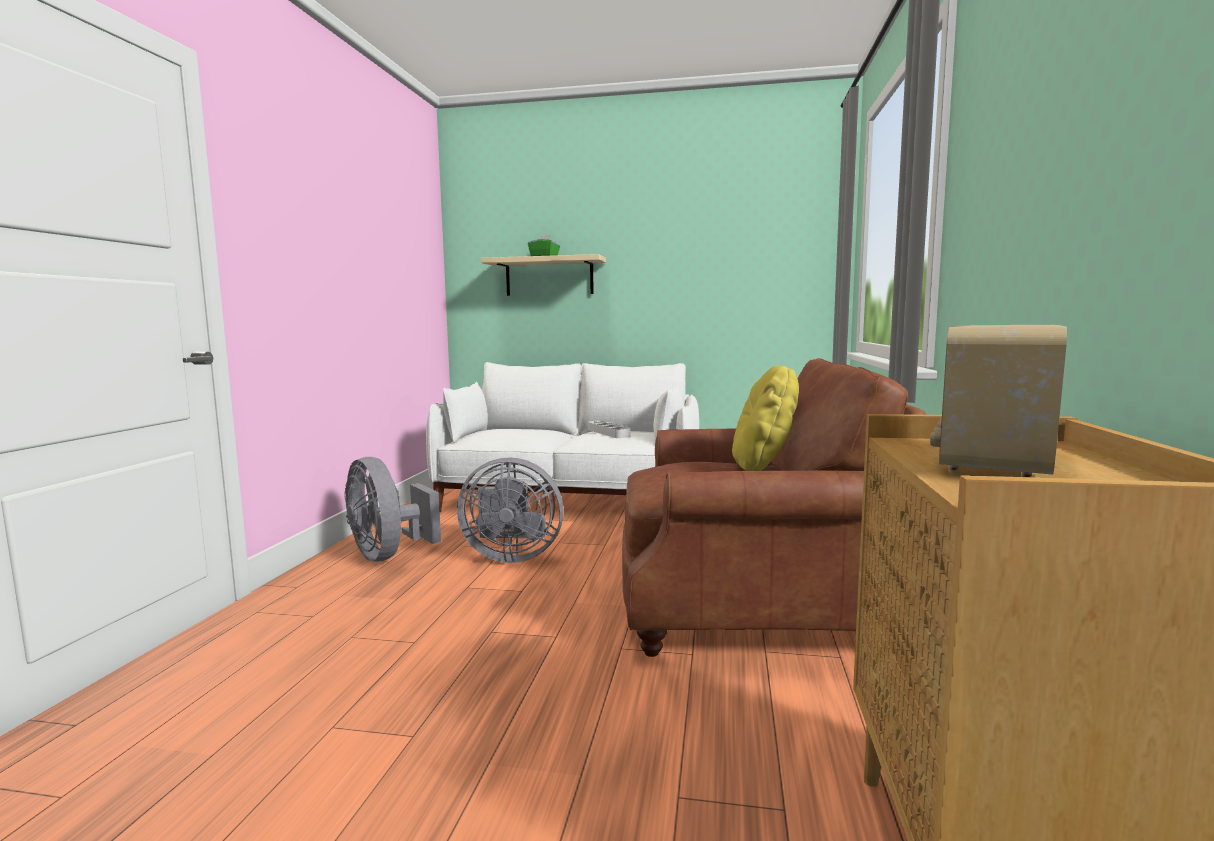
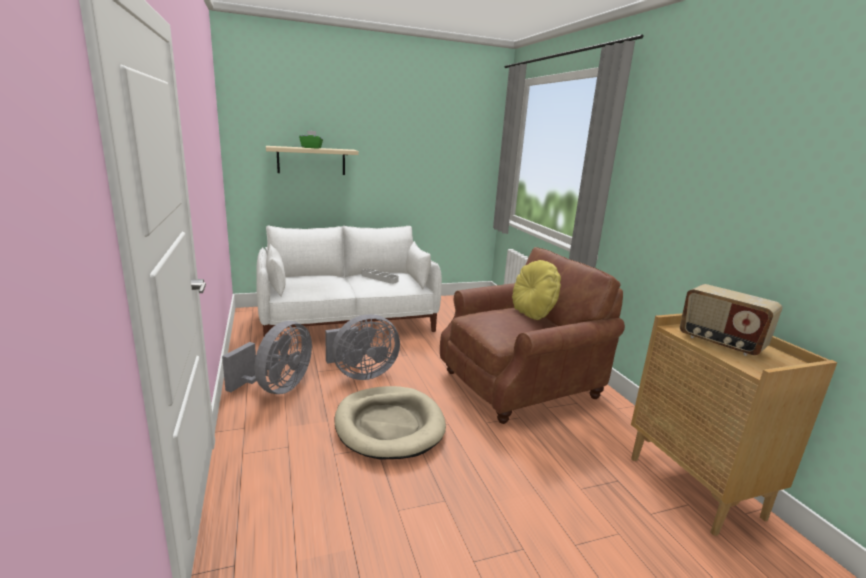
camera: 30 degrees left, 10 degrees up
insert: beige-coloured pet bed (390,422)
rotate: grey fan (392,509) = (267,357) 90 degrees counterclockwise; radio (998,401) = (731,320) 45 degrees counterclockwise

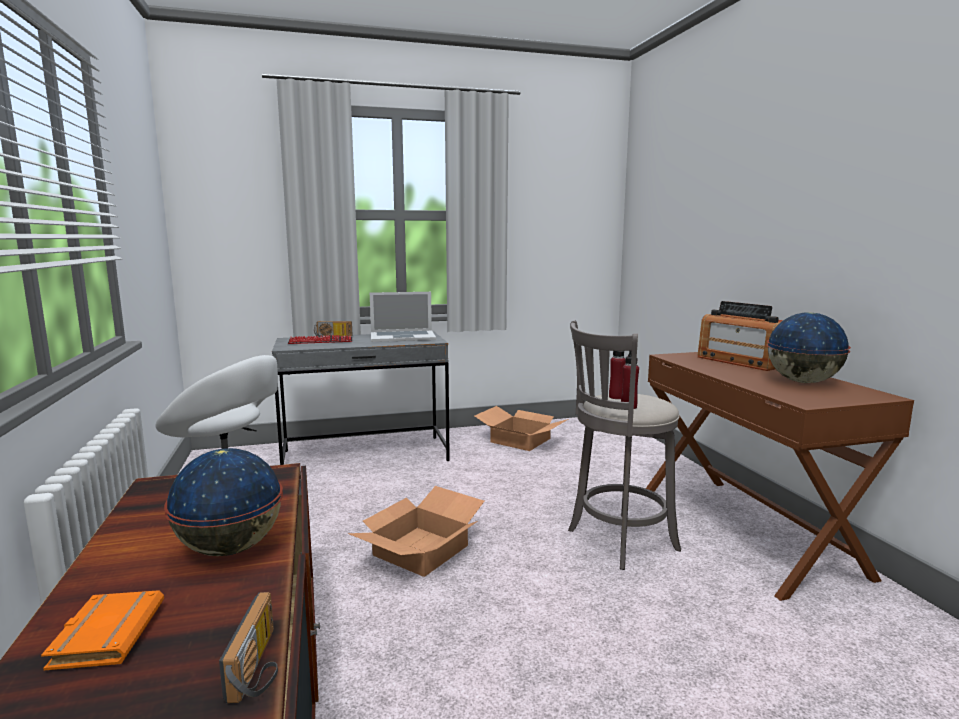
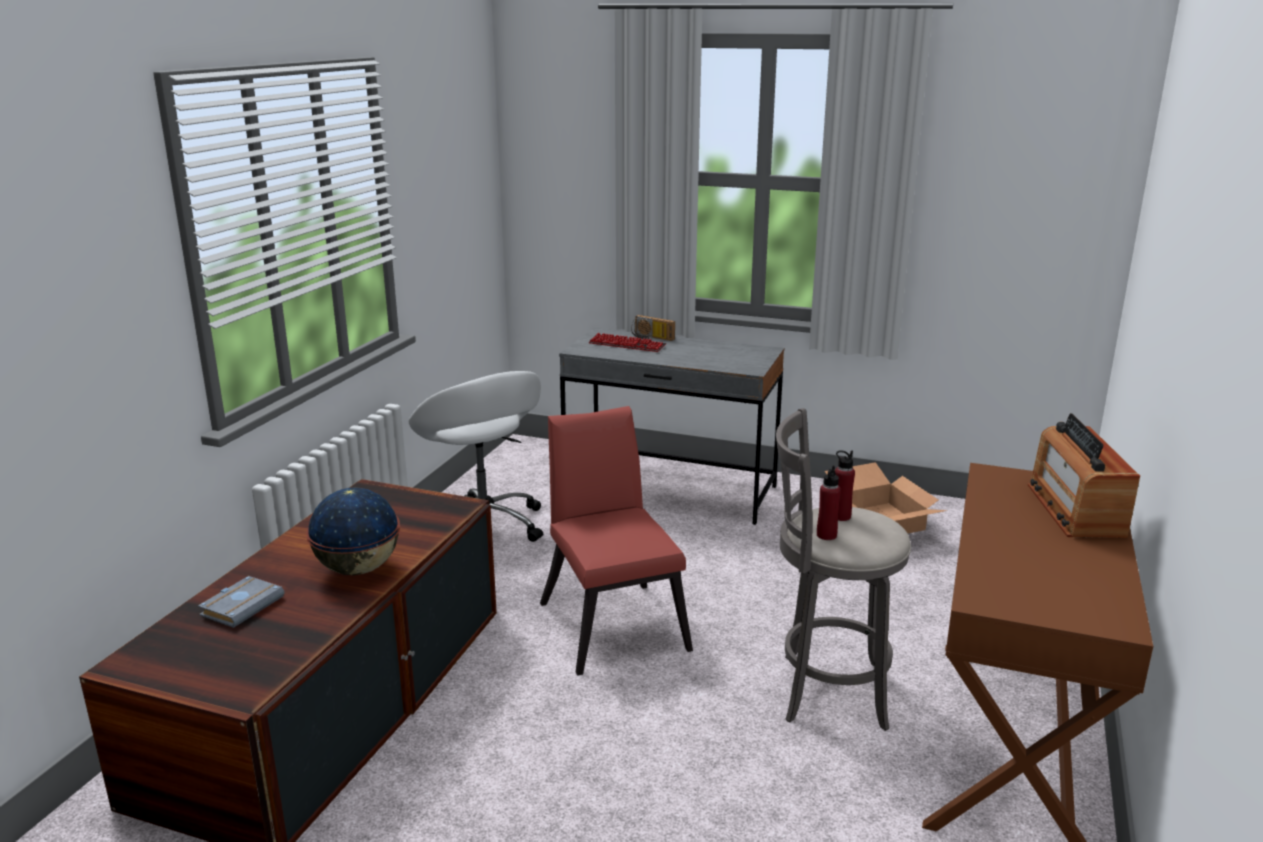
camera: 35 degrees right, 10 degrees up
delete: radio (248,647); portable computer (403,317); globe (809,347)
replace: carton (416,531) to red upright chair (616,541)
recolor: orange-coloured bound book (102,630) to grey bound book (241,602)

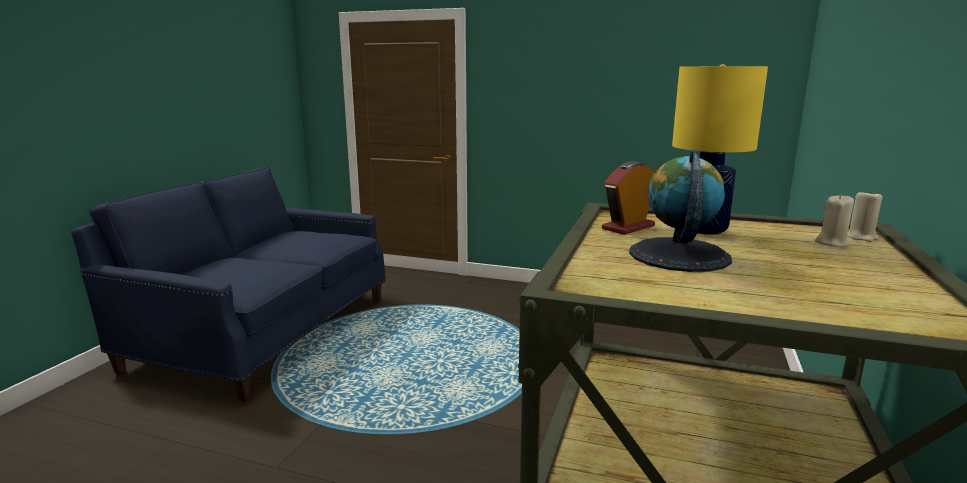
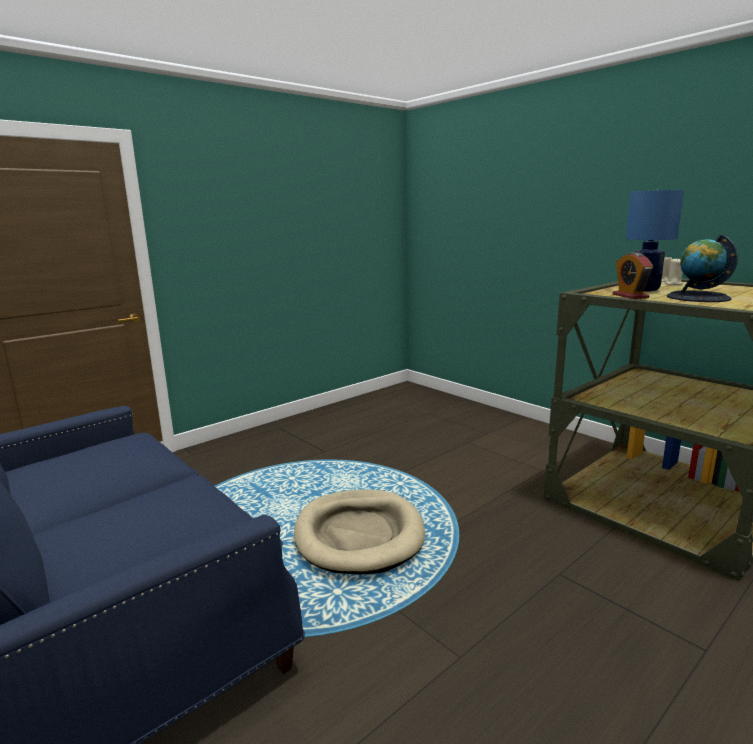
camera: 60 degrees left, 0 degrees up
insert: beige-coloured pet bed (359,531)
recolor: yellow-coloured lamp for a table (720,149) to bluish lamp for a table (655,240)

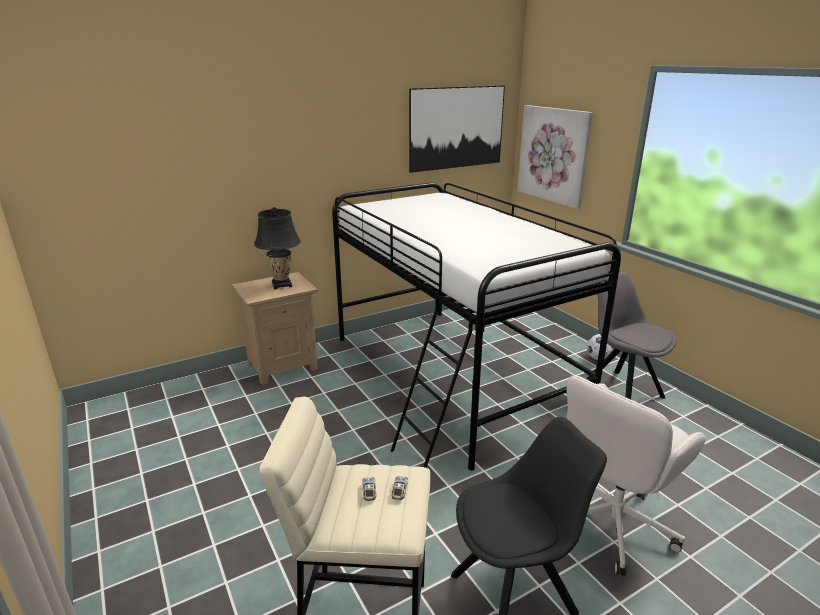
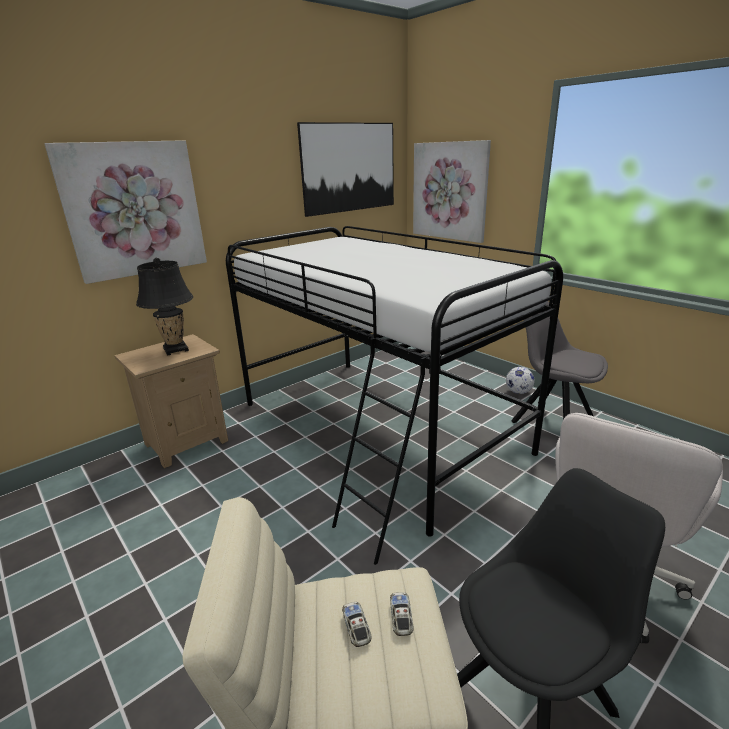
camera: 10 degrees left, 0 degrees up
insert: picture (125,212)

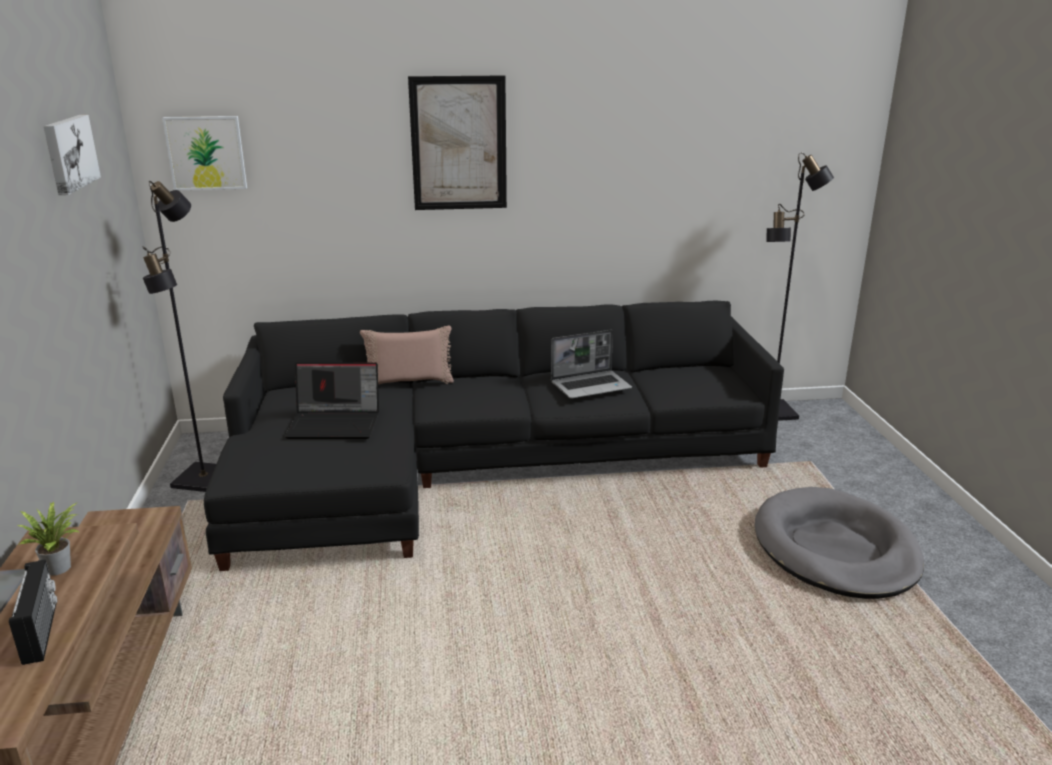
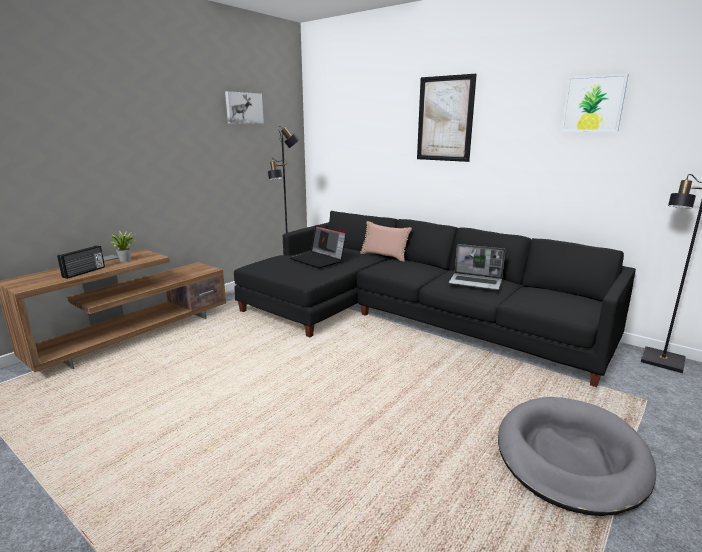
camera: 45 degrees right, 5 degrees down
move: picture (204,153) to (595,103)

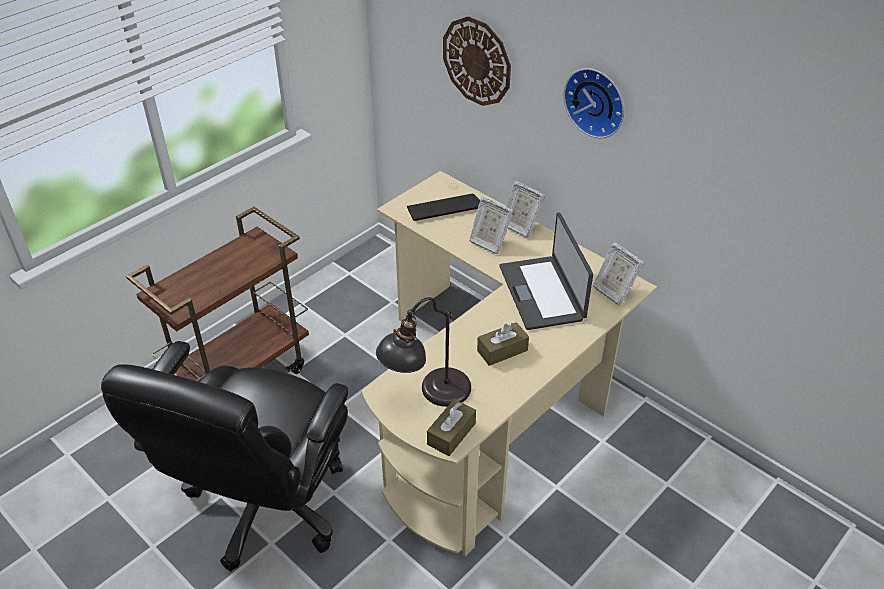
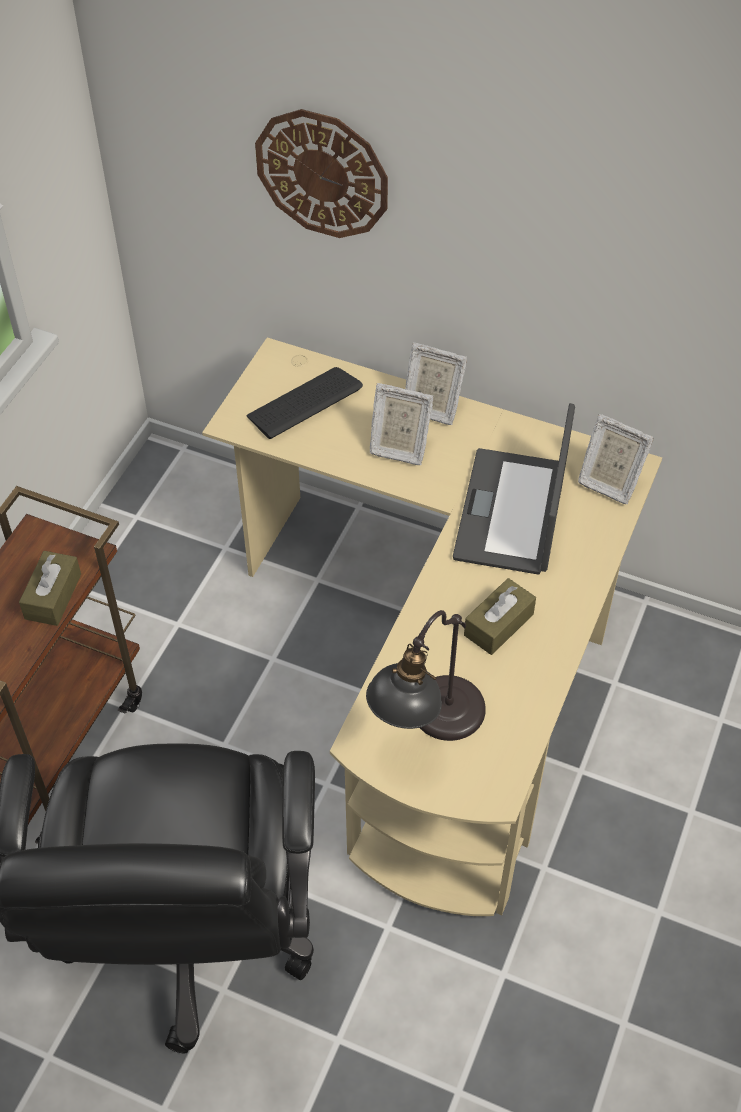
camera: 20 degrees left, 10 degrees up
delete: hanging clock (593,103)
move: brownish box of tissues (451,427) to (50,588)
rotate: portable computer (546,271) = (514,488) 45 degrees clockwise

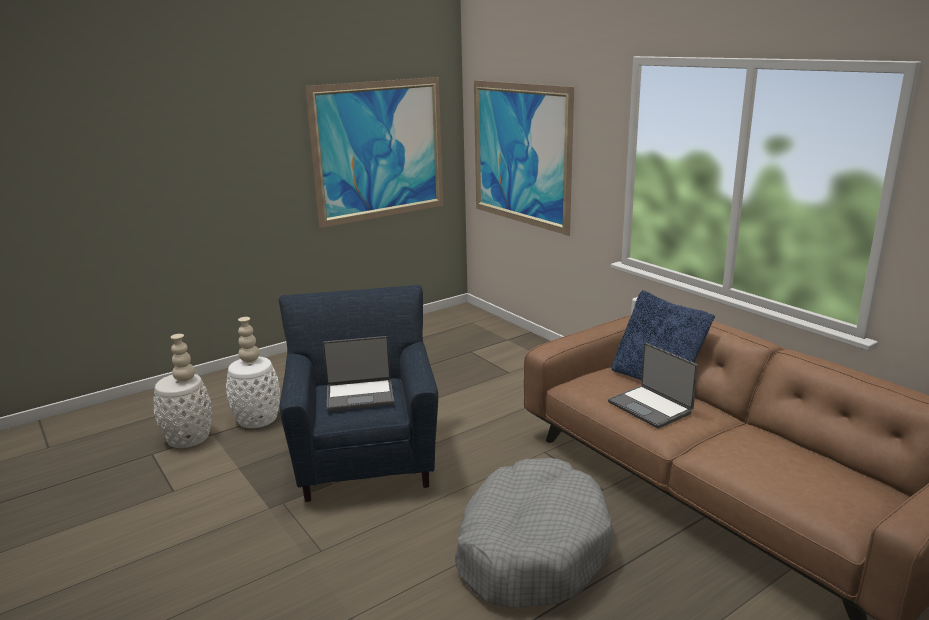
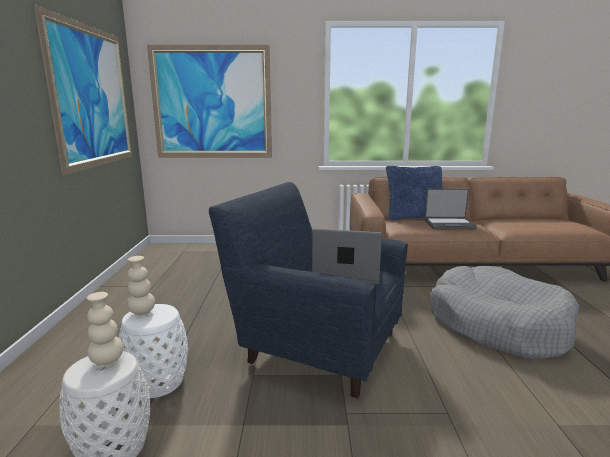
camera: 55 degrees left, 5 degrees down
rotate: portable computer (358,373) = (347,256) 105 degrees counterclockwise

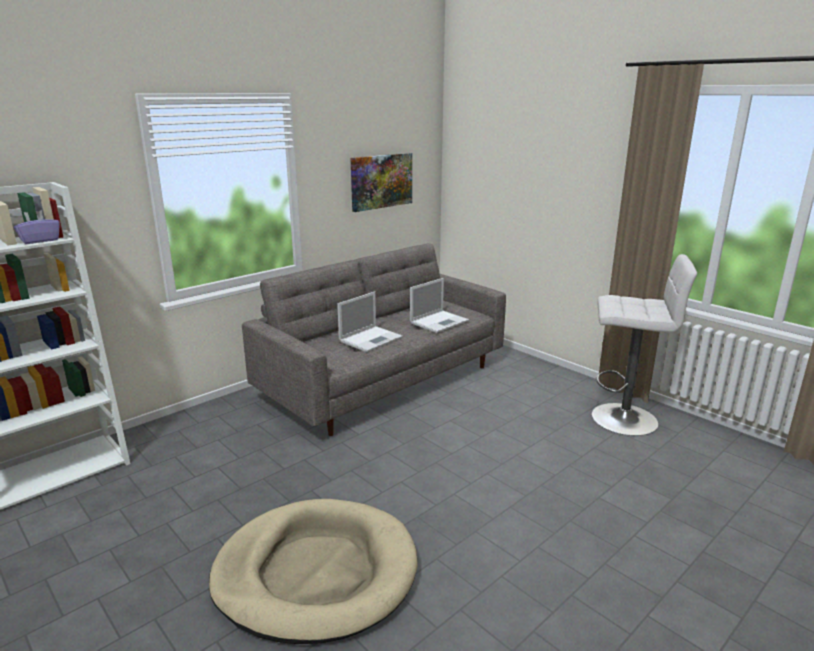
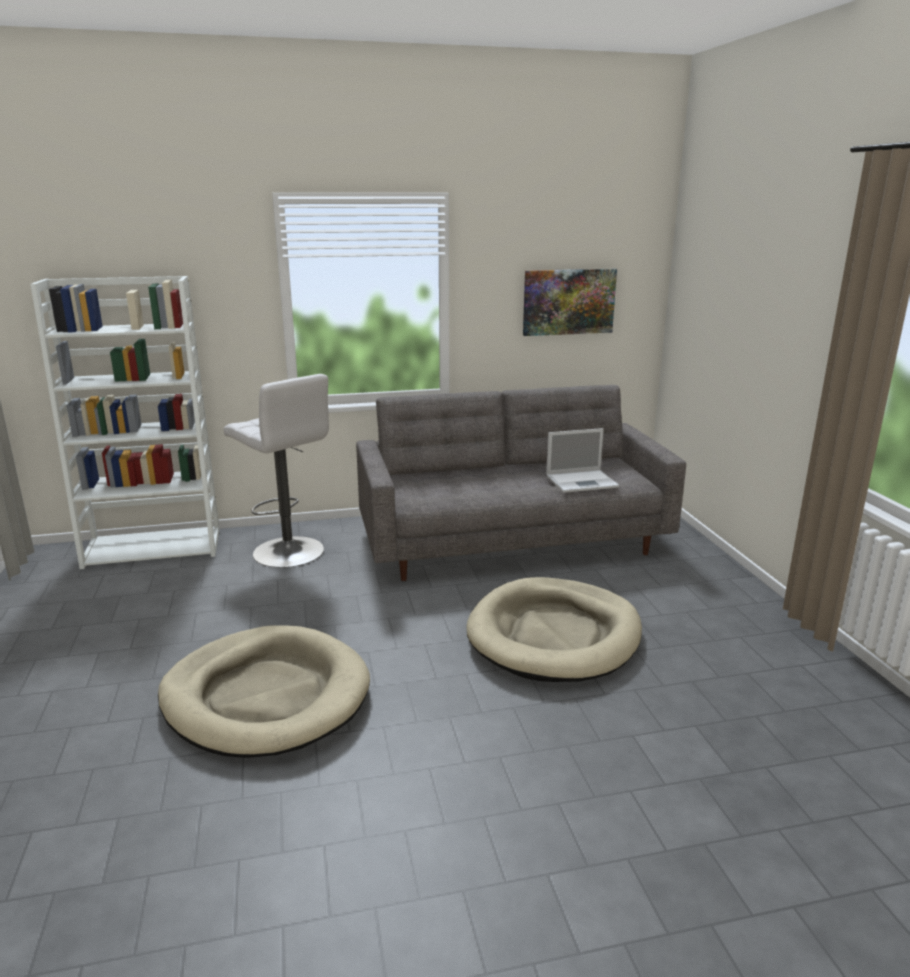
camera: 30 degrees right, 0 degrees up
delete: purple box of tissues (37,227); portable computer (370,322)
insert: beige-coloured pet bed (554,629)
move: whitish stool seat (644,345) to (276,470)

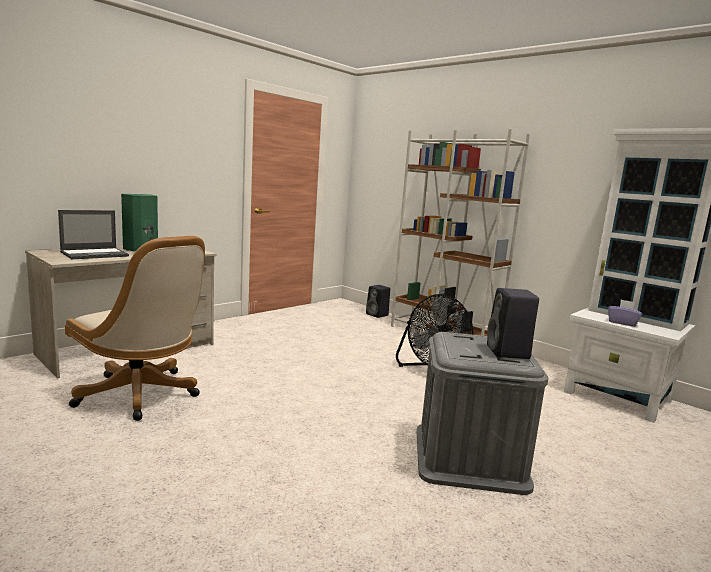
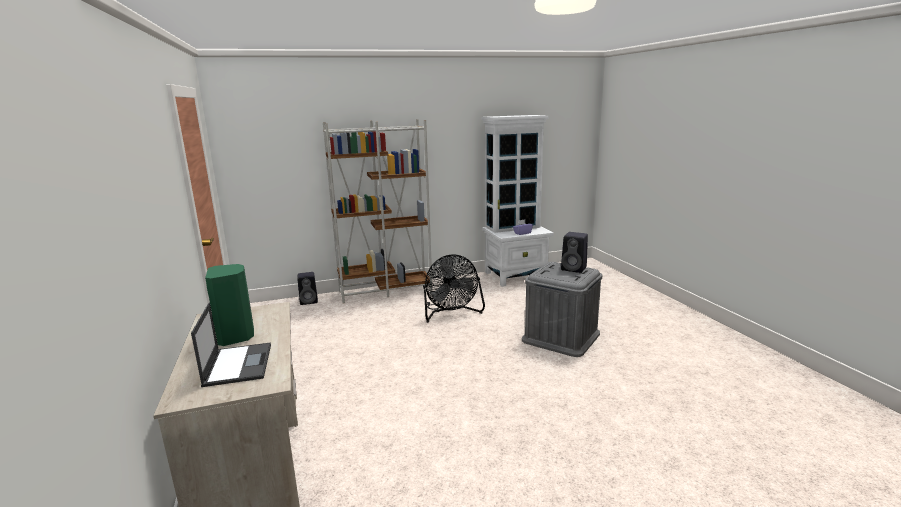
camera: 60 degrees left, 5 degrees up
delete: office chair (135,328)

